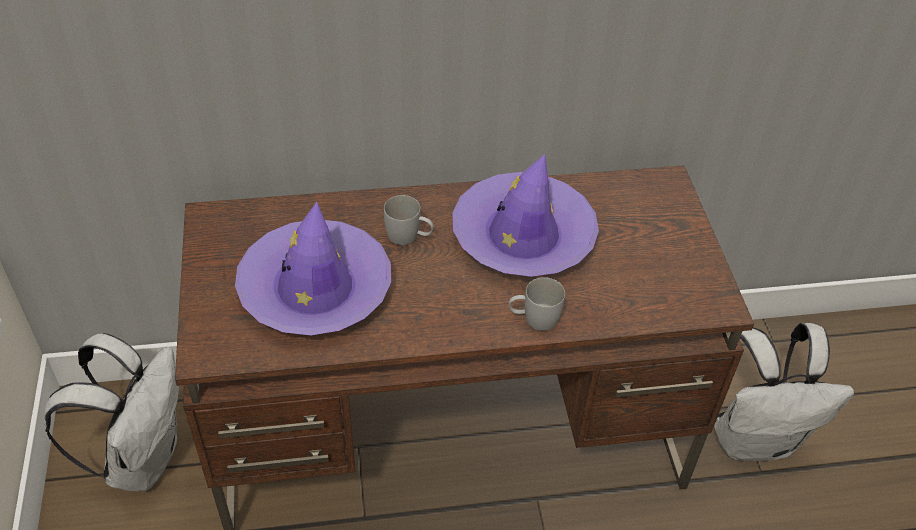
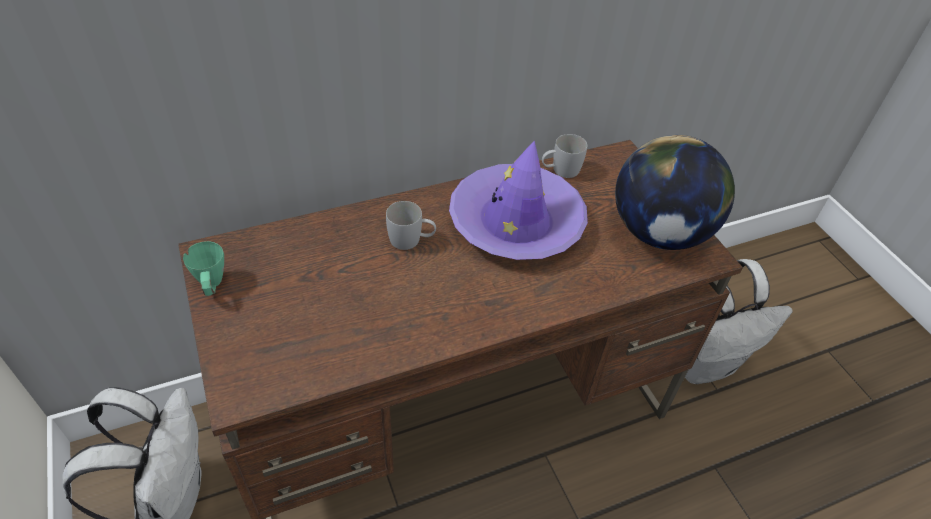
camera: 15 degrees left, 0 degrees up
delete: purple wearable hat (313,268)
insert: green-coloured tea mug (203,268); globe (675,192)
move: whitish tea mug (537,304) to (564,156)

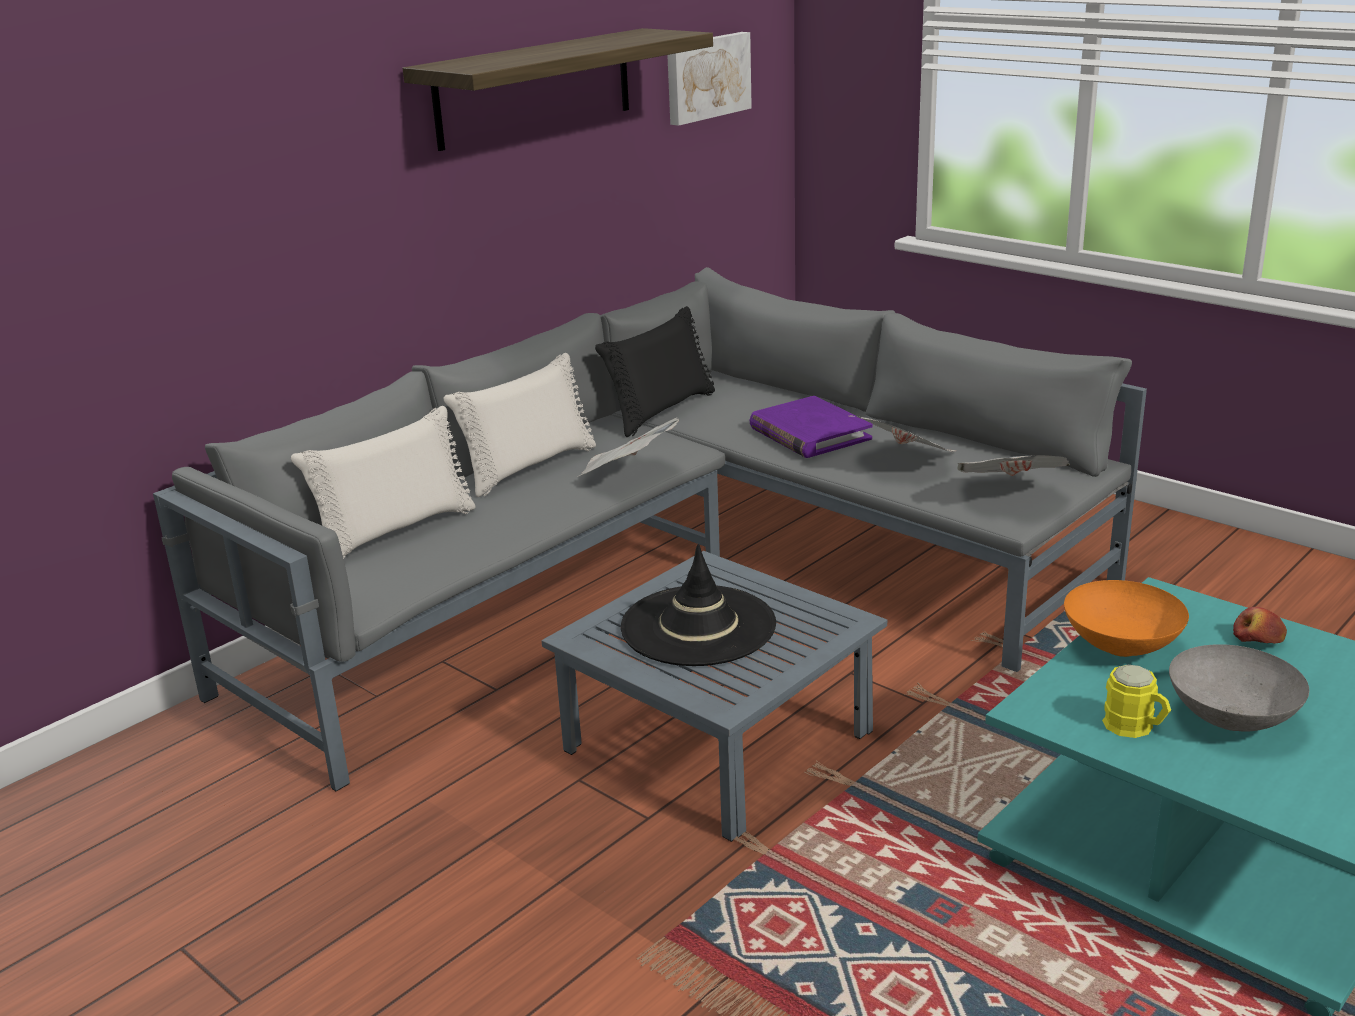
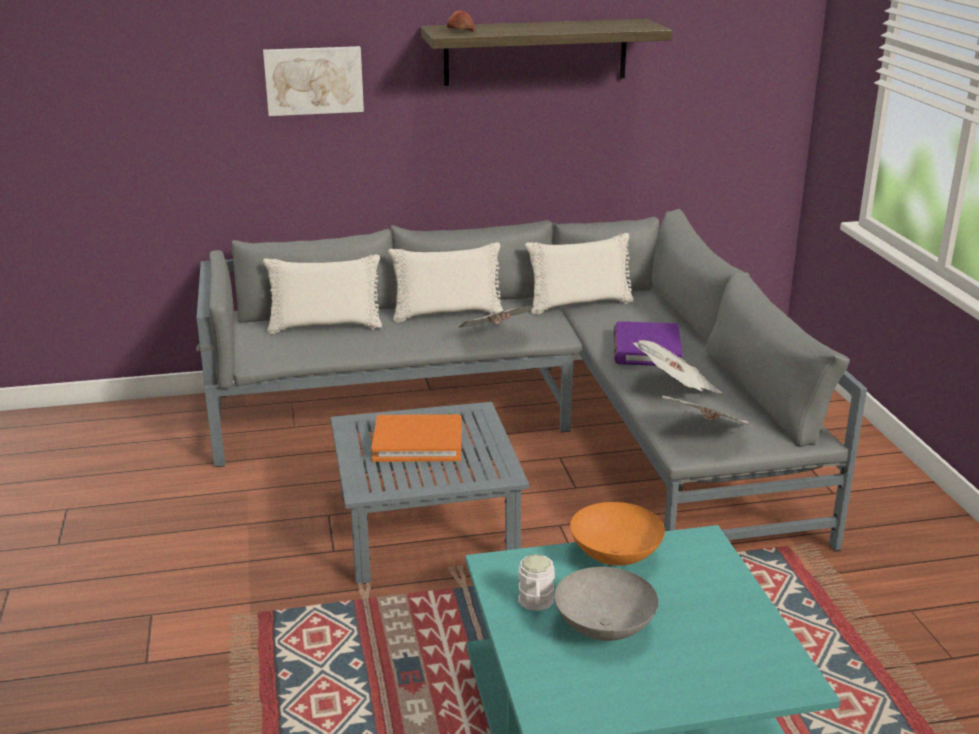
camera: 35 degrees right, 0 degrees up
move: picture (709,79) to (313,81); apple (1260,625) to (461,21)
replace: black wearable hat (698,605) to orange-coloured bound book (416,438)
recolor: yellow-coloured tea mug (1136,701) to whitish tea mug (536,582); black pillow (655,371) to whitish pillow (579,274)

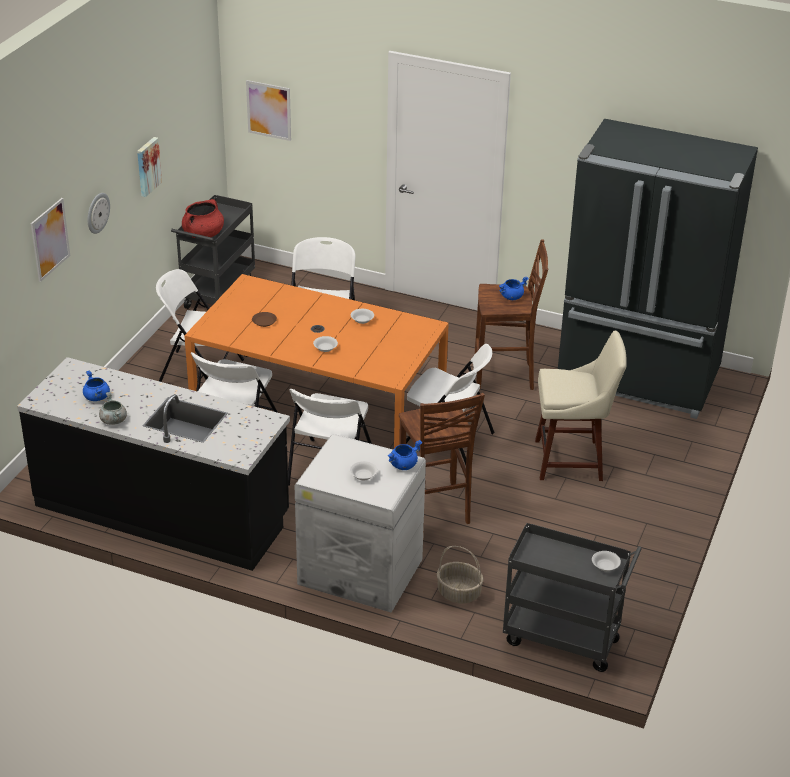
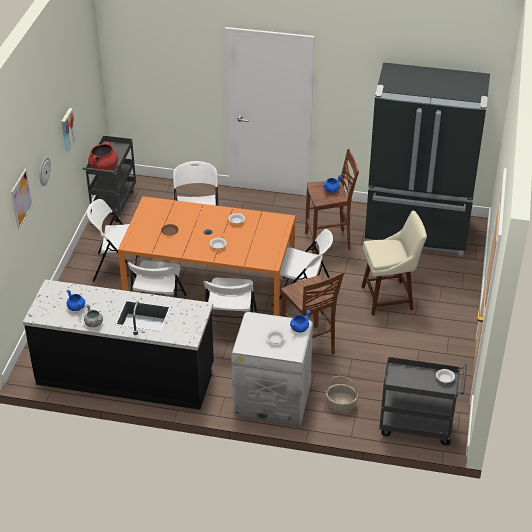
camera: 10 degrees left, 5 degrees up
delete: picture (268,110)

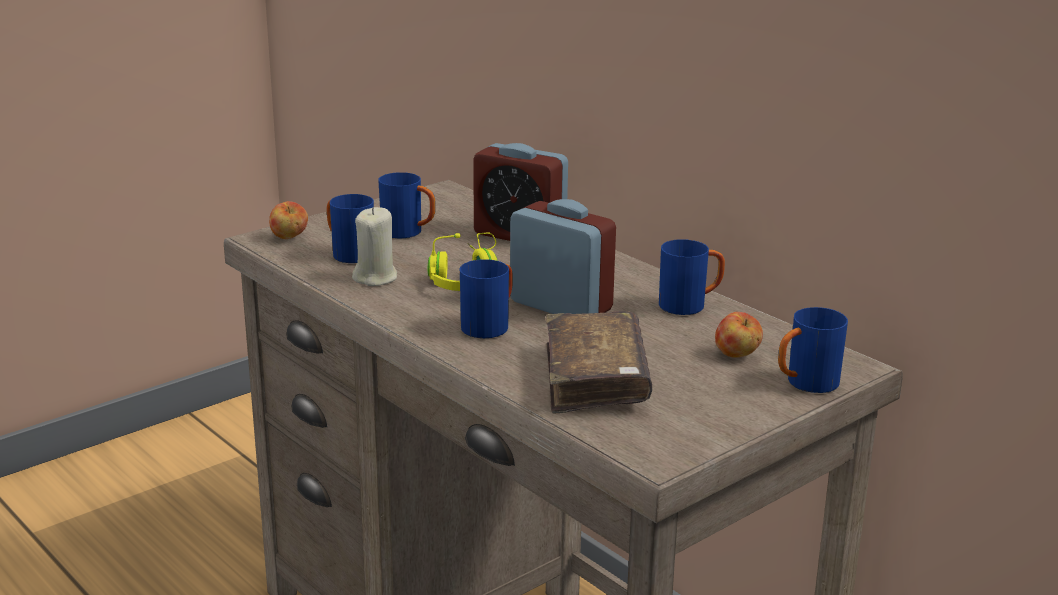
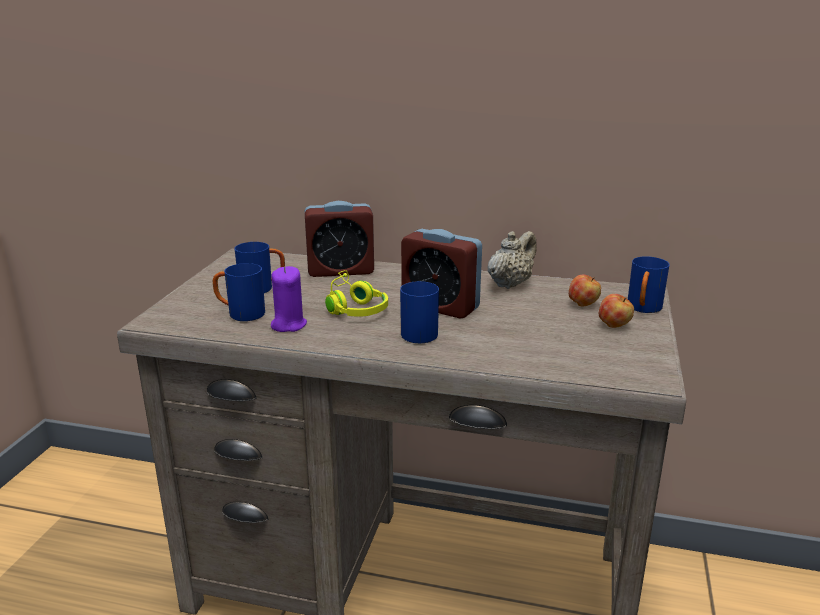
camera: 35 degrees left, 0 degrees up
delete: brownish bound book (598,362)
move: apple (288,220) to (616,311)
replace: bluish tea mug (692,277) to beige-coloured tea pot (512,260)
recolor: beige-coloured candle (374,246) to purple candle (289,299)
rotate: alarm clock (563,256) = (441,273) 150 degrees counterclockwise

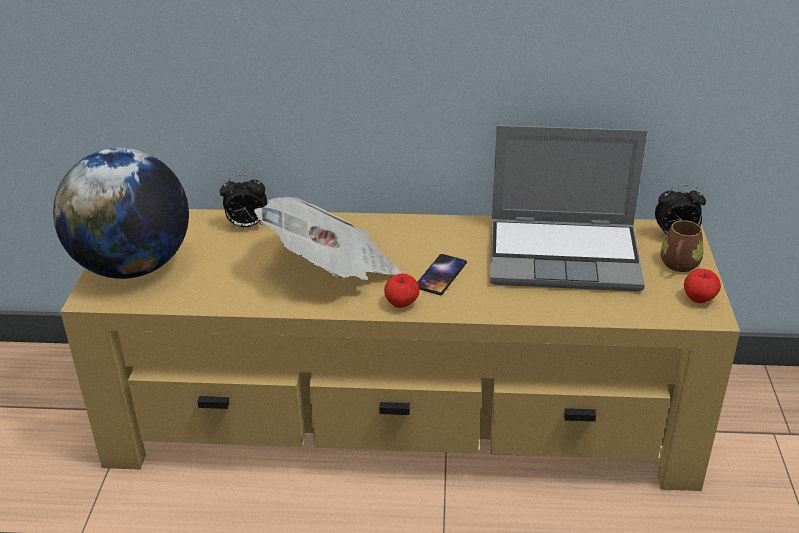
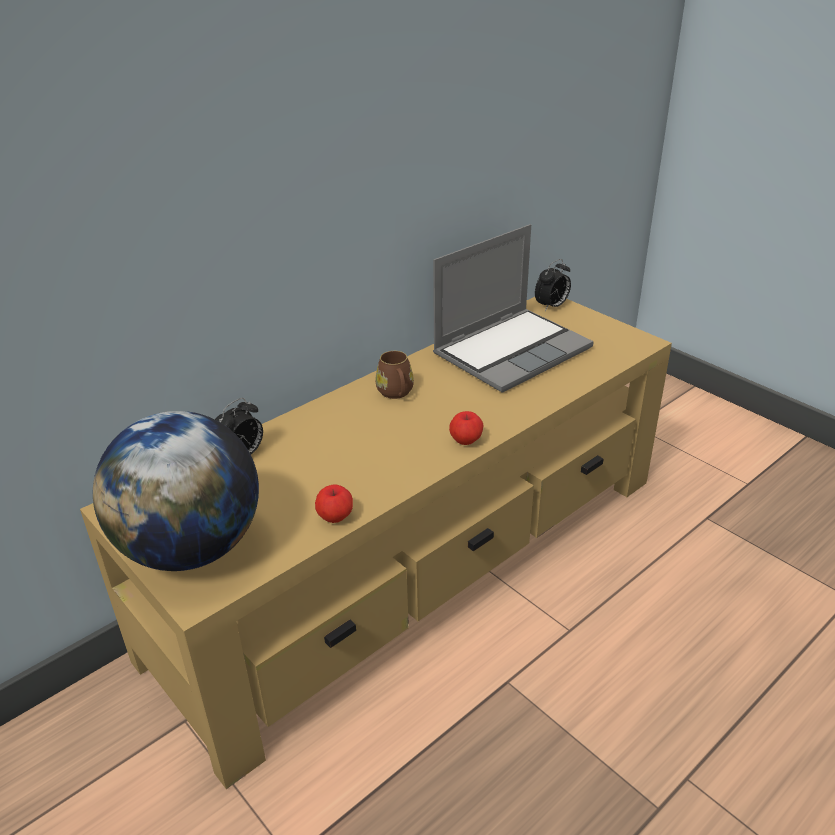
camera: 45 degrees left, 0 degrees up
delete: daily paper (328,238); handset (442,274)
move: apple (702,286) to (334,503); brownish tea mug (682,246) to (394,375)

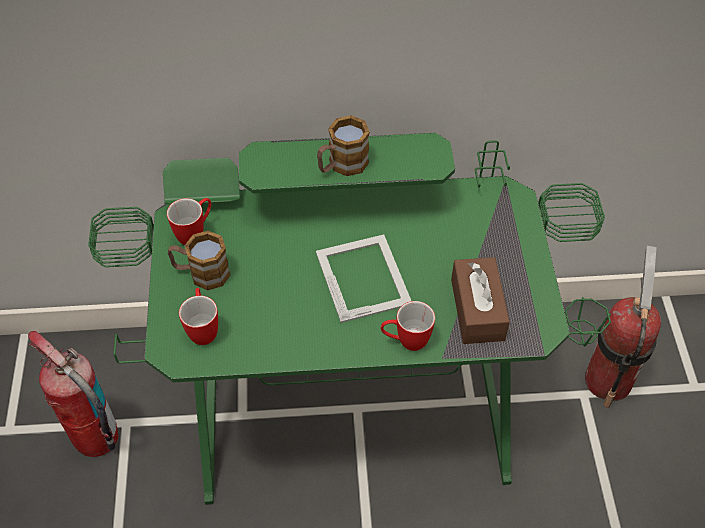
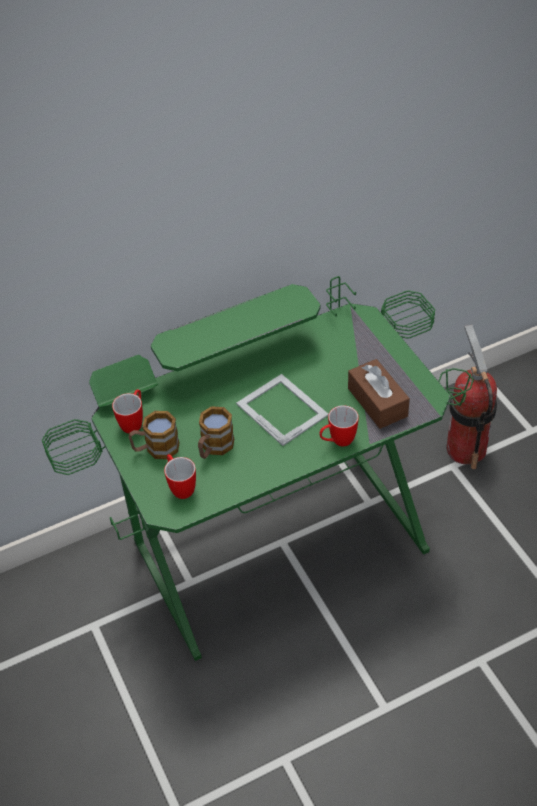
camera: 20 degrees left, 5 degrees down
delete: fire-fighting cylinder (73,394)
move: tea mug (343,145) to (216,432)

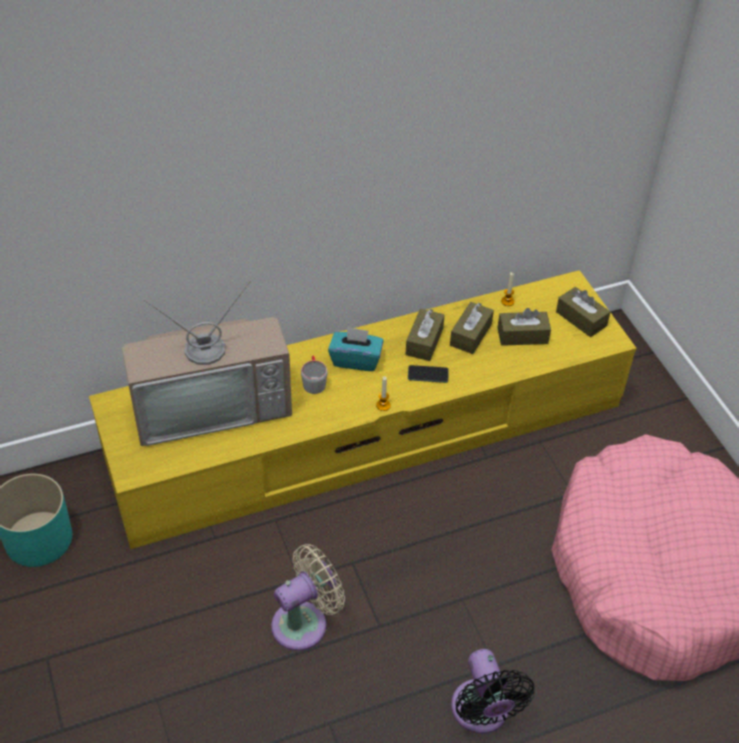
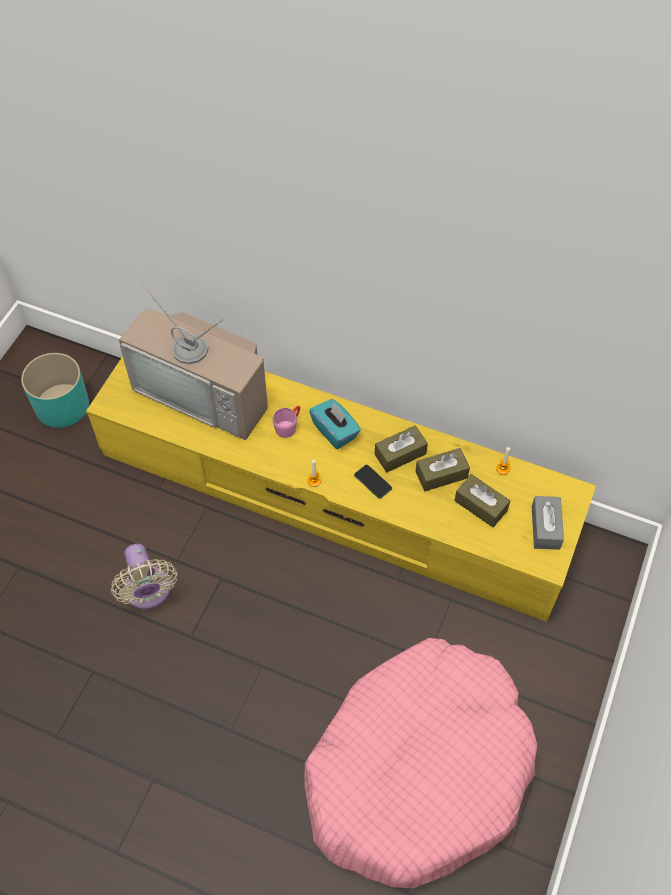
camera: 45 degrees right, 10 degrees up
delete: black fan (493,691)
recolor: grey tea mug (314,375) to pinkish tea mug (286,422); brownish box of tissues (583,312) to grey box of tissues (548,523)
rotate: beige-coloured fan (308,597) = (144,577) 60 degrees clockwise

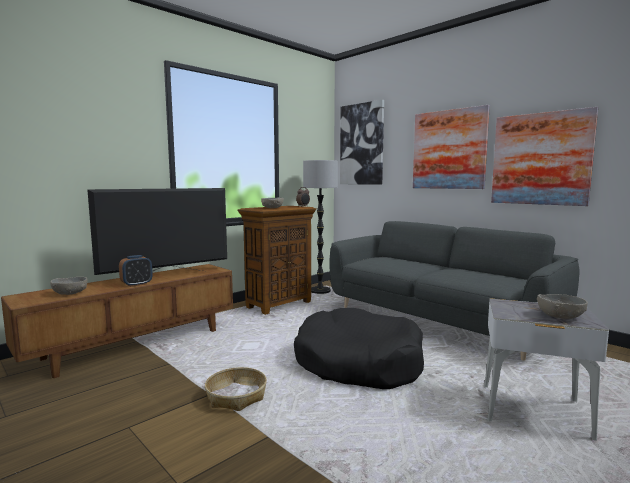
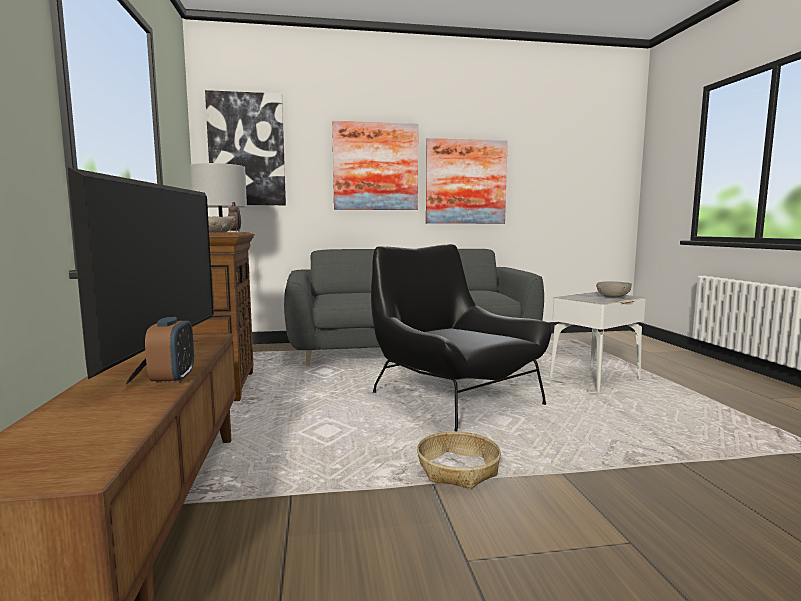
camera: 55 degrees left, 0 degrees up
delete: grey bowl (68,286)
replace: black pet bed (359,348) to black easy chair (461,337)

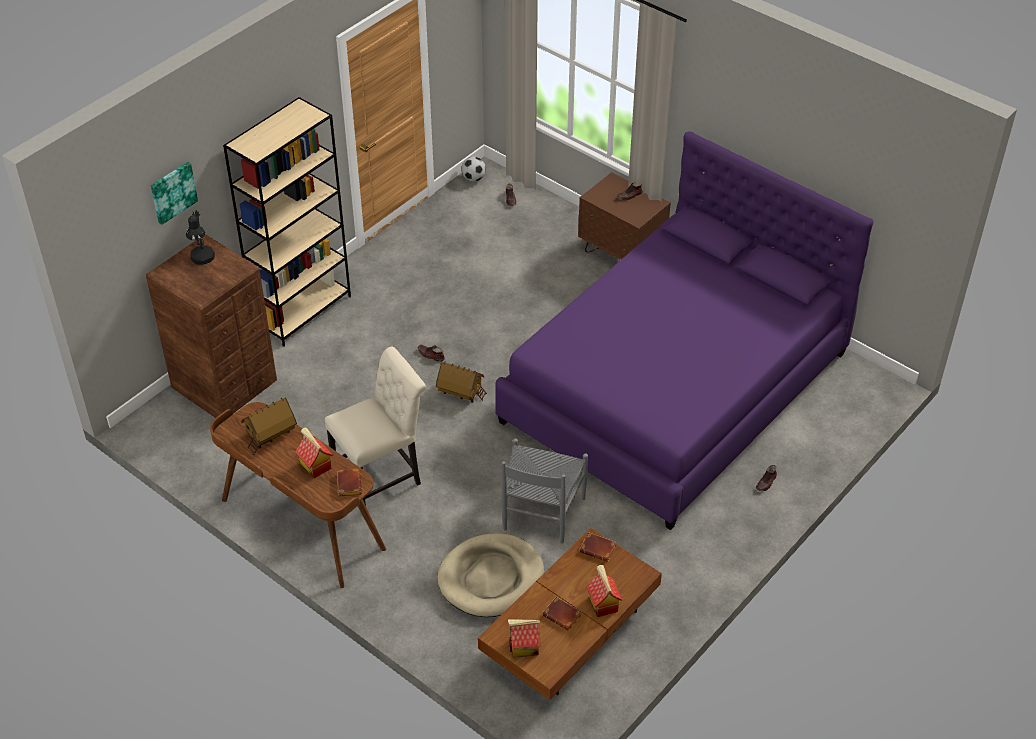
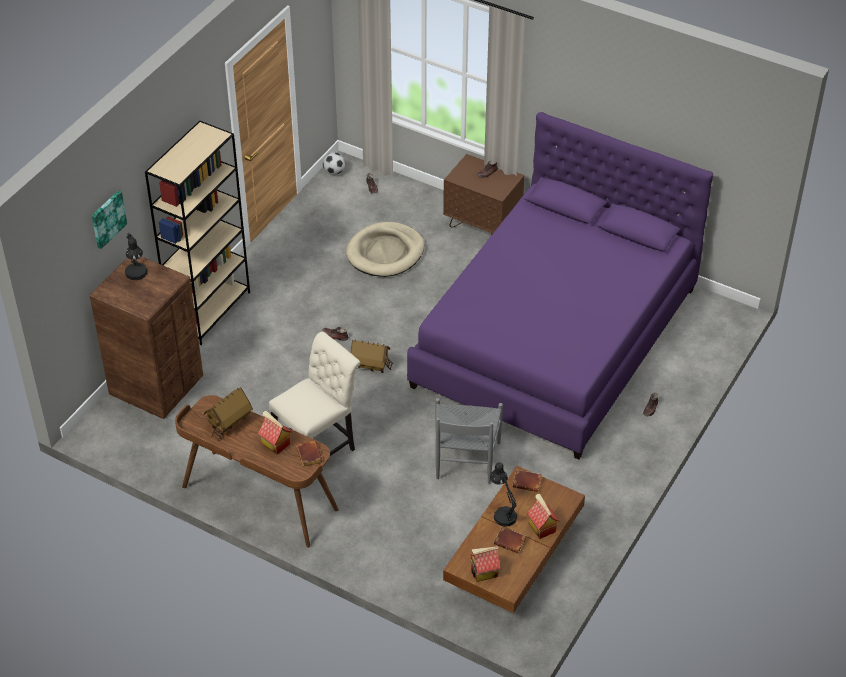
camera: 10 degrees left, 0 degrees up
insert: black lamp for a table (503,494)
move: beige-coloured pet bed (490,575) to (385,249)

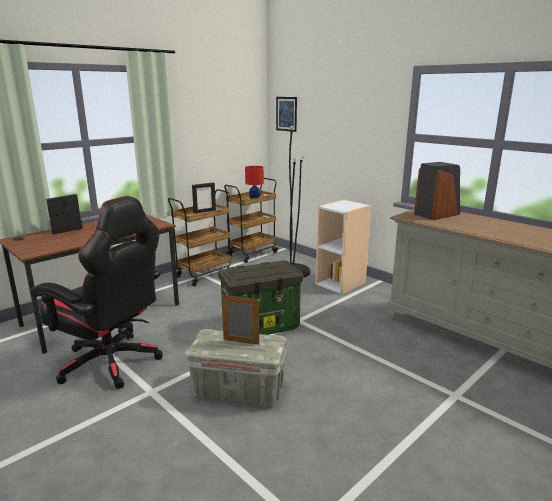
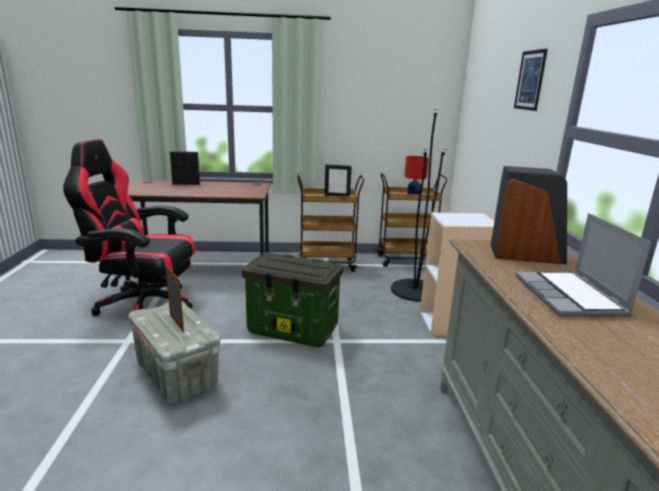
camera: 40 degrees right, 0 degrees up
insert: portable computer (583,264)
move: picture (286,114) to (531,80)
rotate: black office chair (96,292) = (129,227) 120 degrees clockwise

